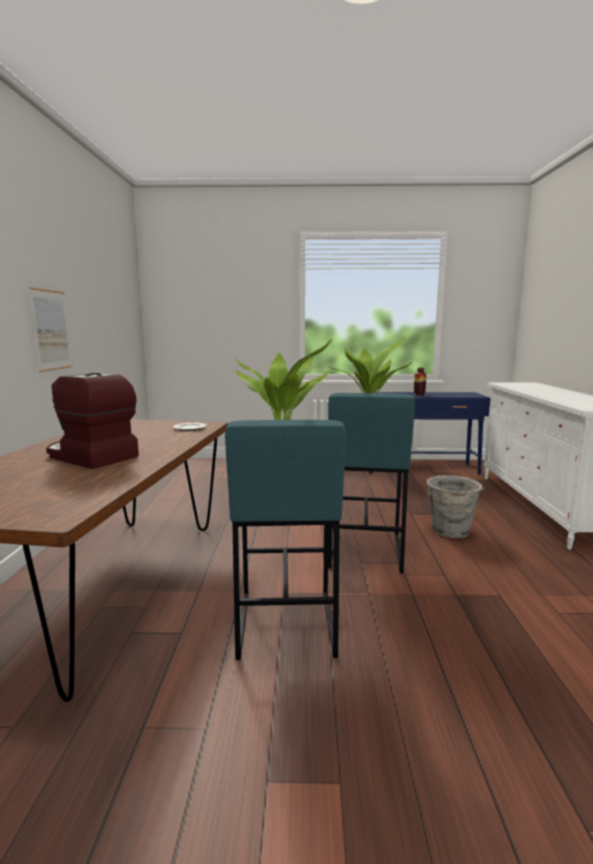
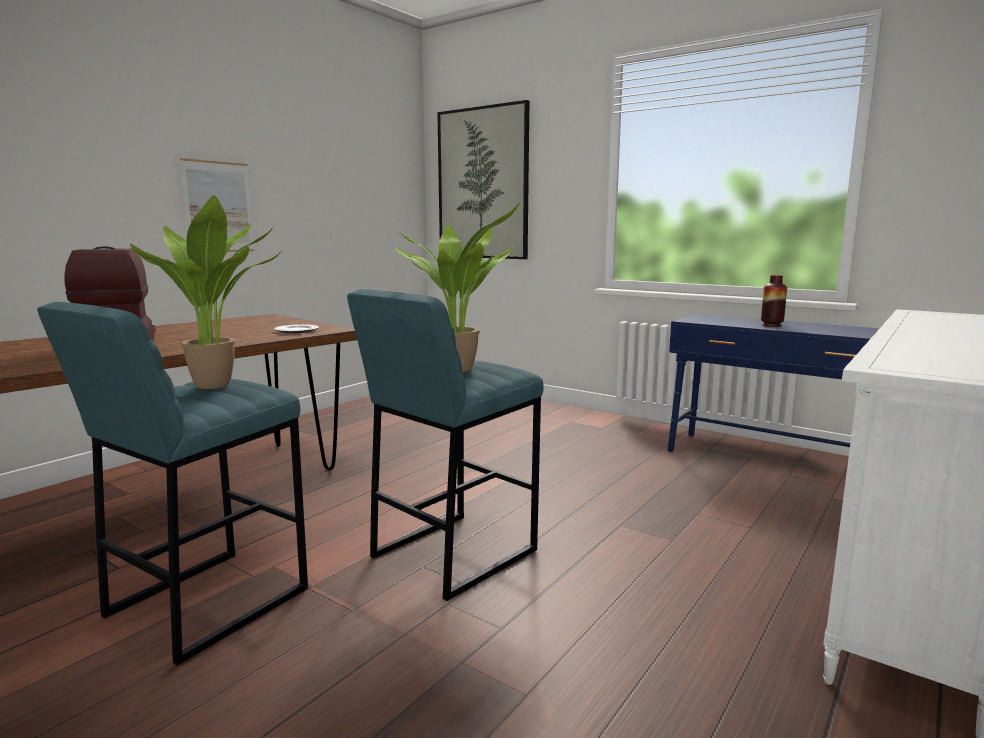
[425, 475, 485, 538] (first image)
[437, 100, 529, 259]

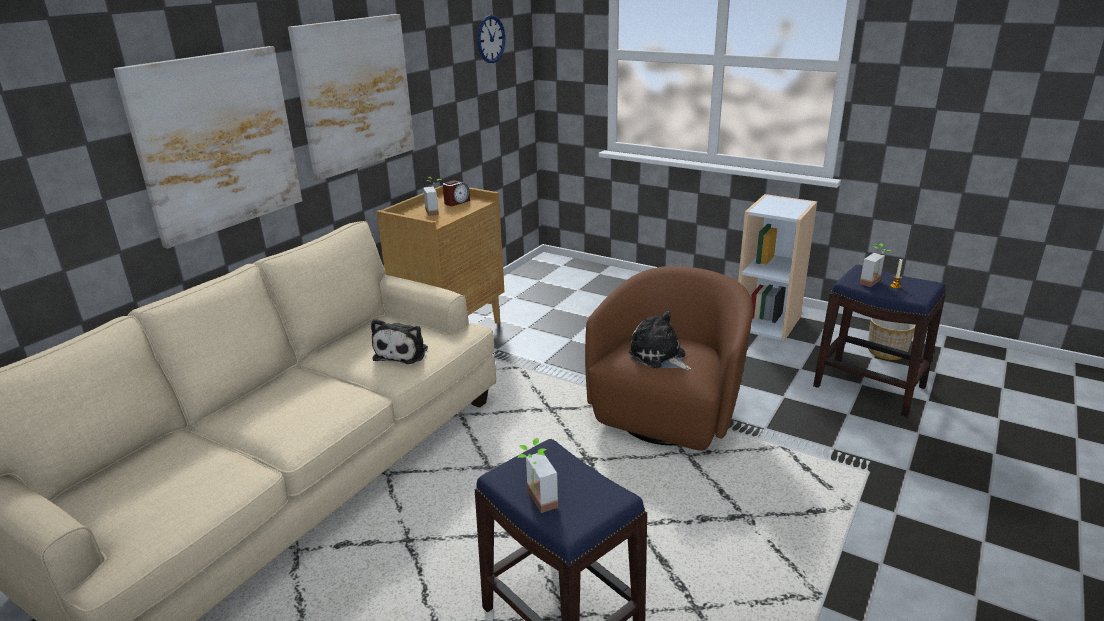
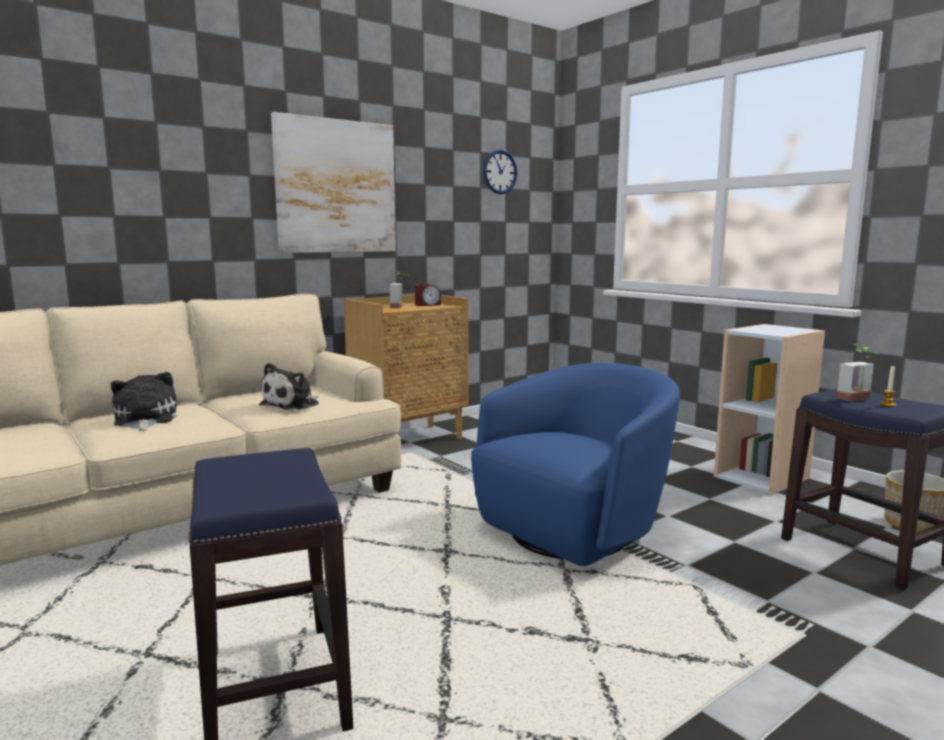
[113, 46, 302, 249] (first image)
[471, 363, 680, 566]
[111, 372, 177, 431]
[517, 438, 558, 513] (first image)

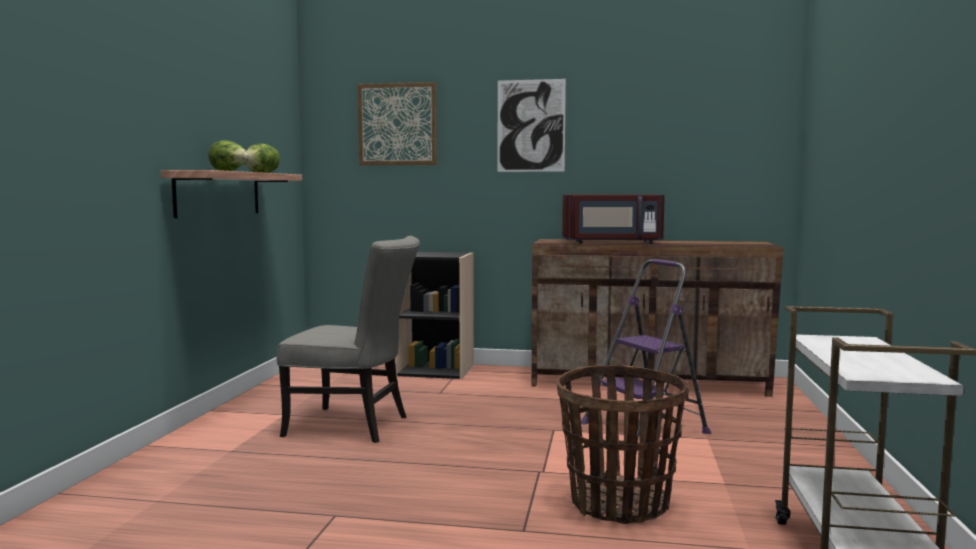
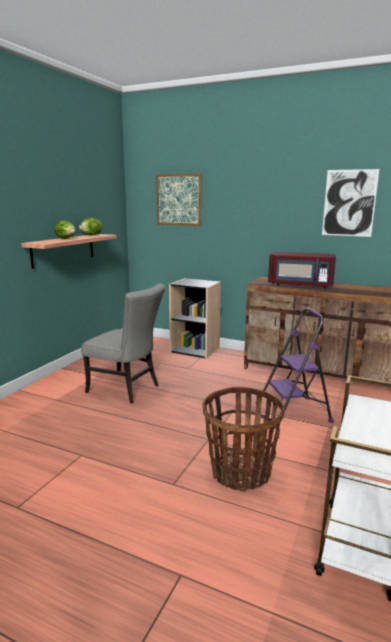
[322, 169, 379, 237]

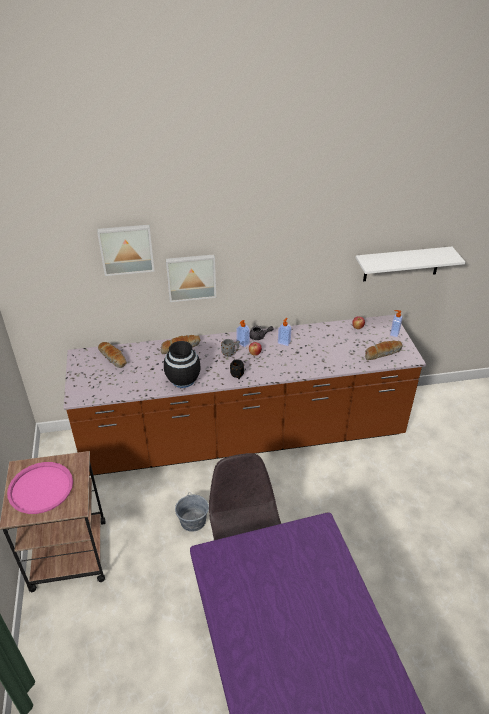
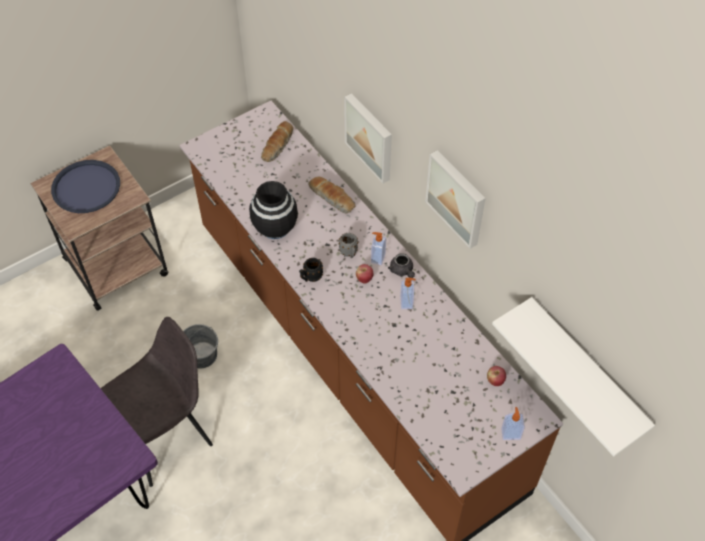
[425, 150, 486, 249]
[365, 341, 402, 360] (first image)
[51, 160, 120, 213]

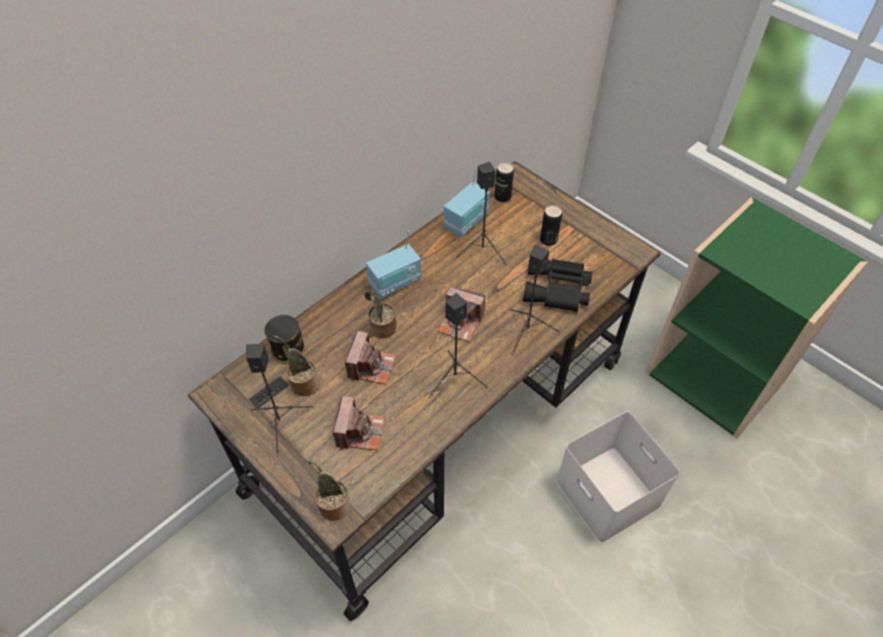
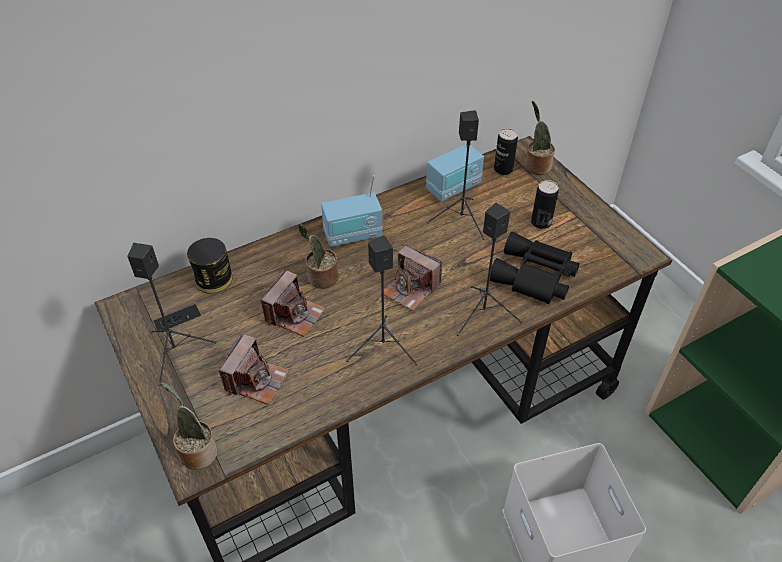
[525, 101, 555, 175]

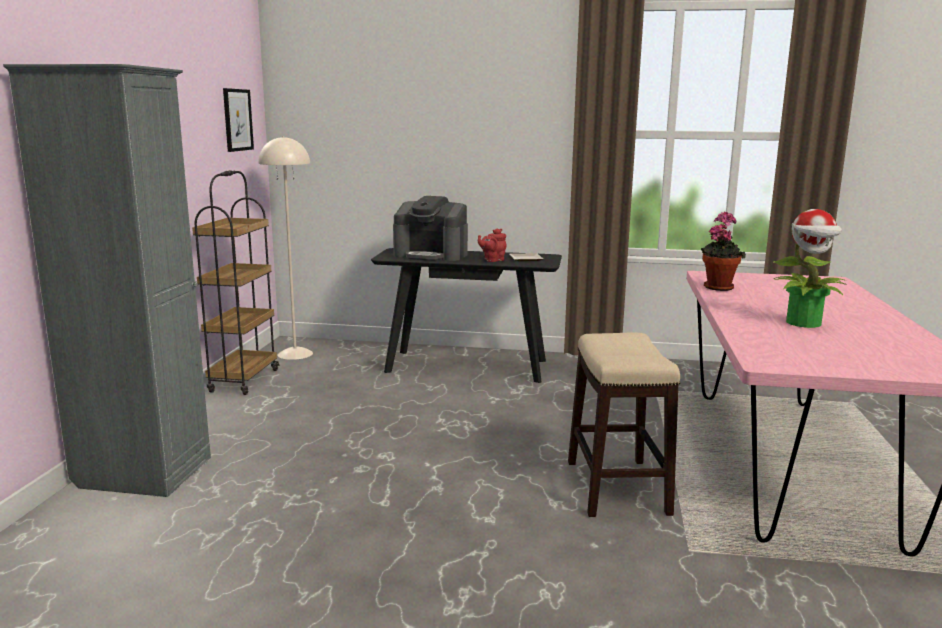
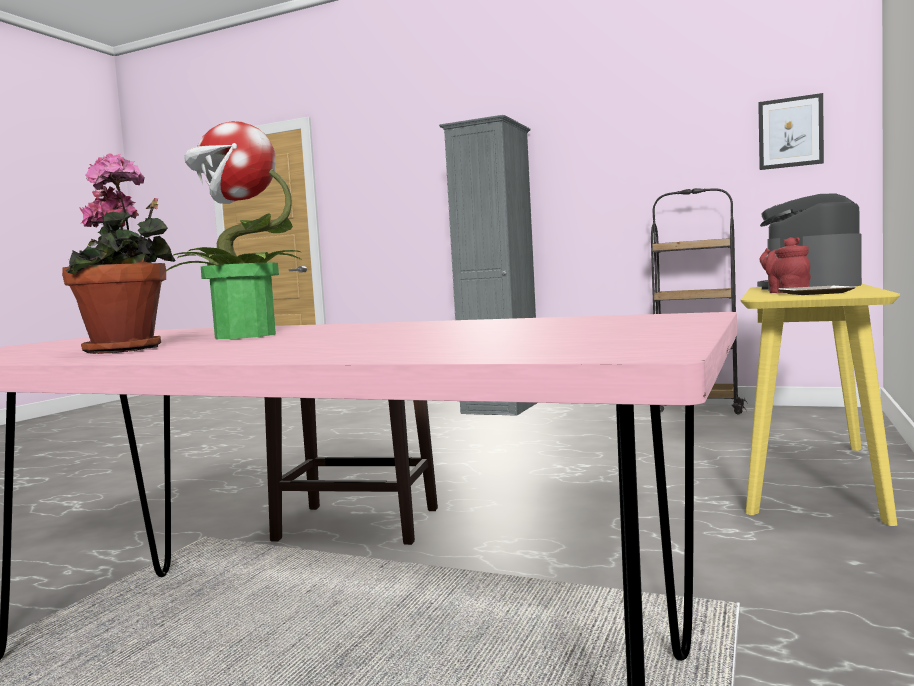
[258, 136, 313, 360] (first image)
[62, 153, 176, 354]
[741, 284, 900, 526]

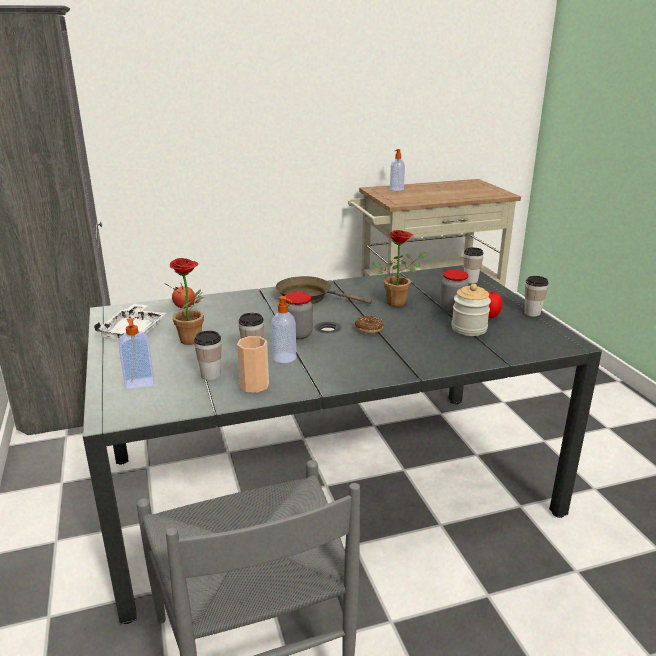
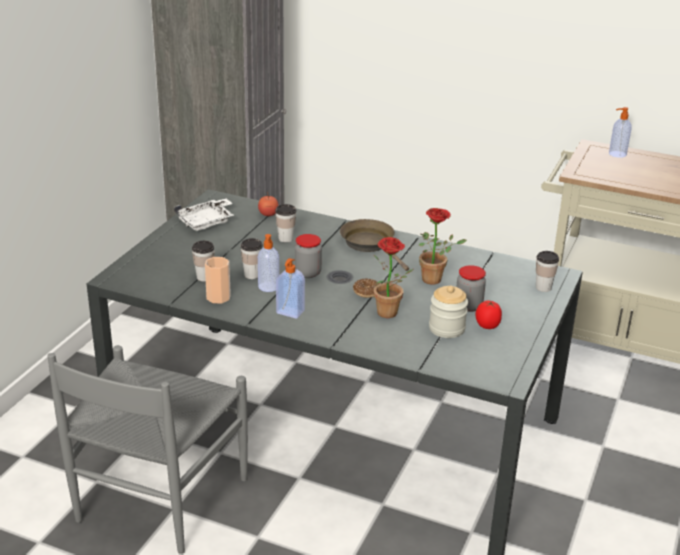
[373, 237, 413, 318]
[275, 204, 296, 242]
[276, 258, 305, 319]

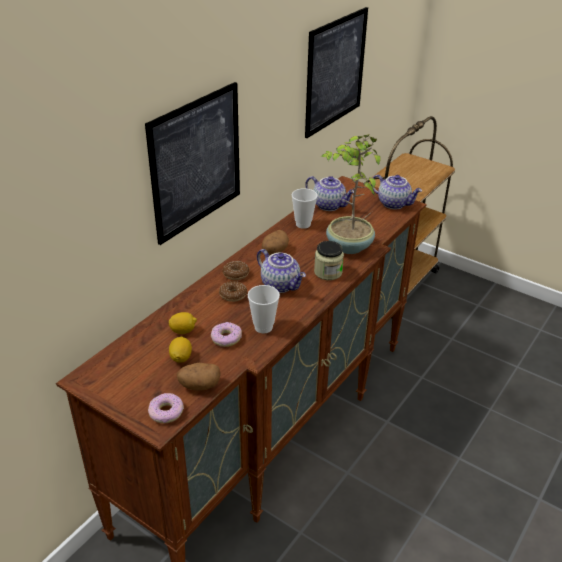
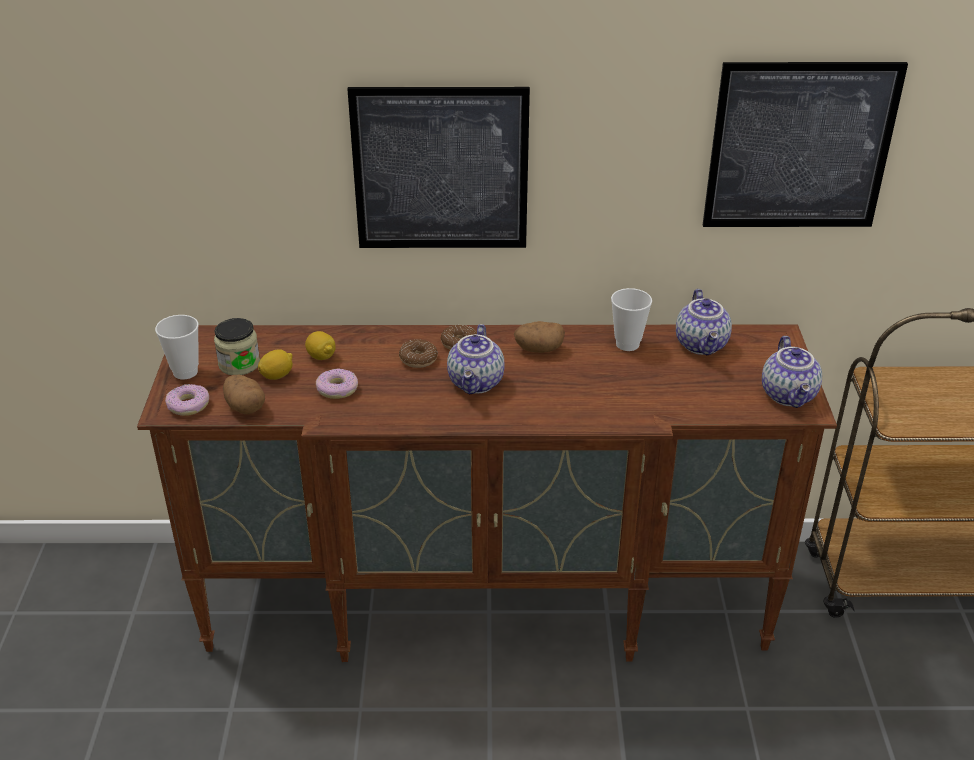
[322, 134, 381, 254] (first image)
[214, 318, 260, 375]
[155, 315, 199, 379]

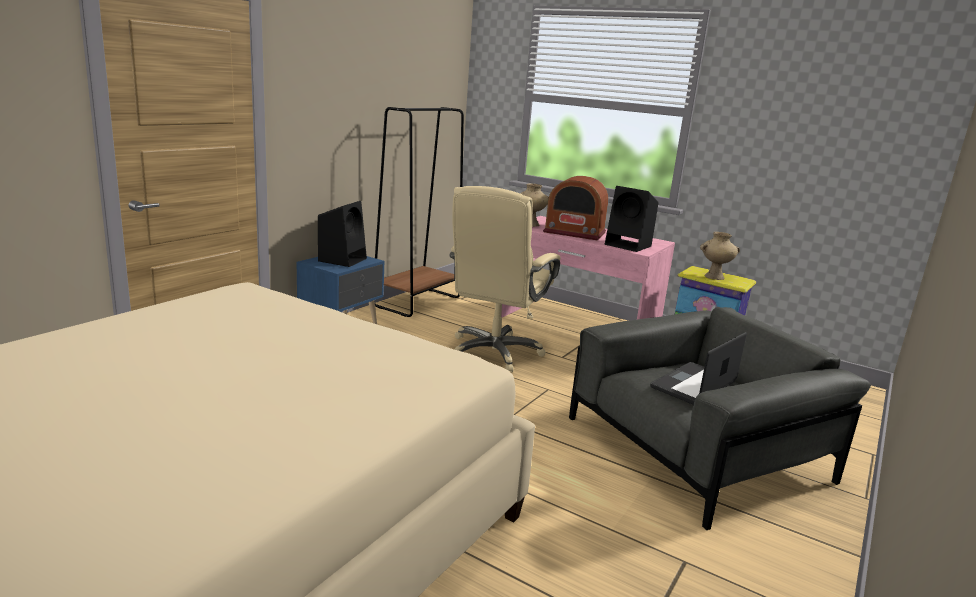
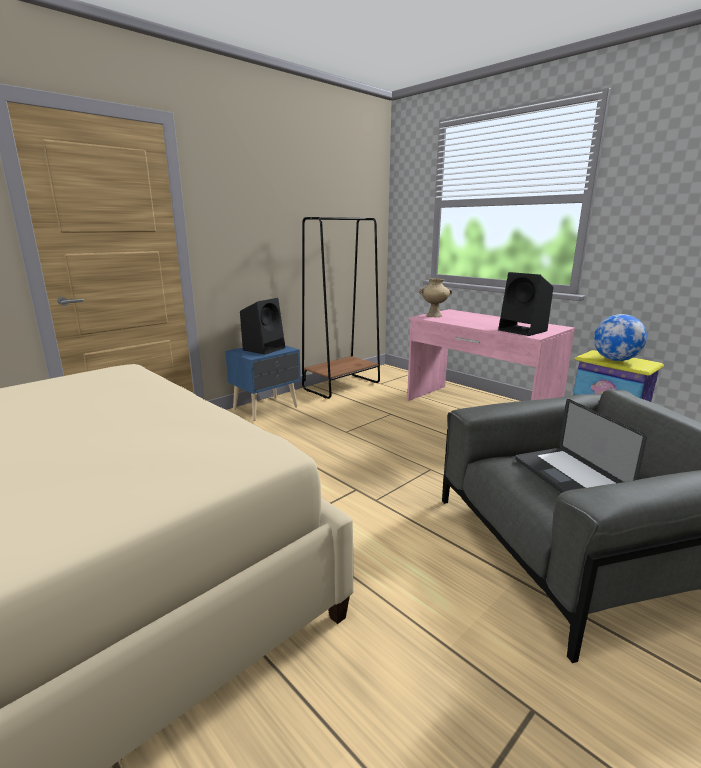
[543, 176, 608, 241] (first image)
[450, 186, 561, 372] (first image)
[594, 314, 647, 361]
[515, 399, 647, 493]

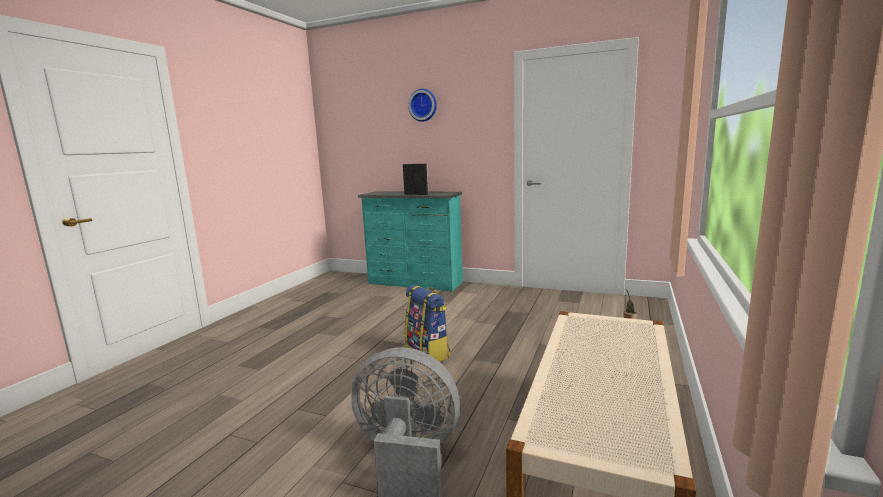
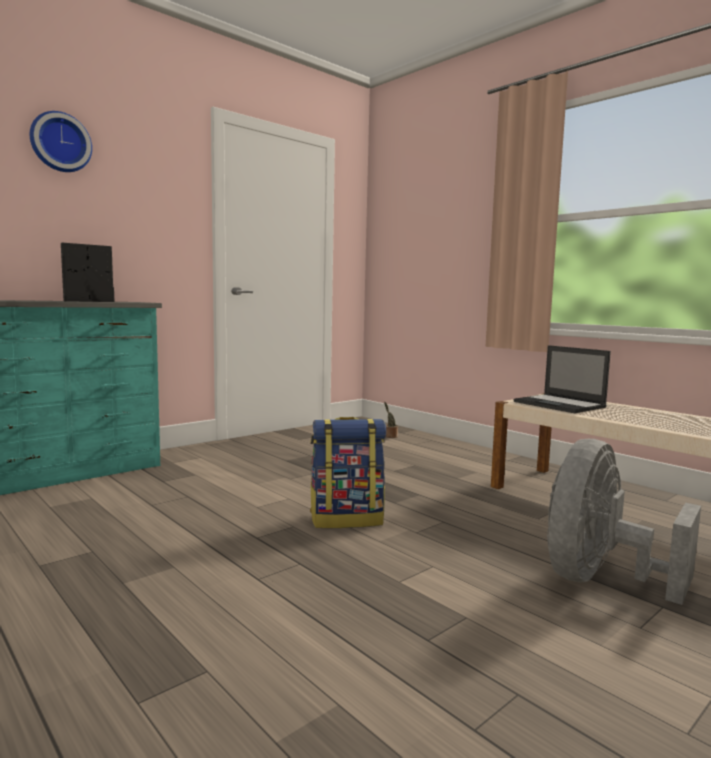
[514, 345, 611, 413]

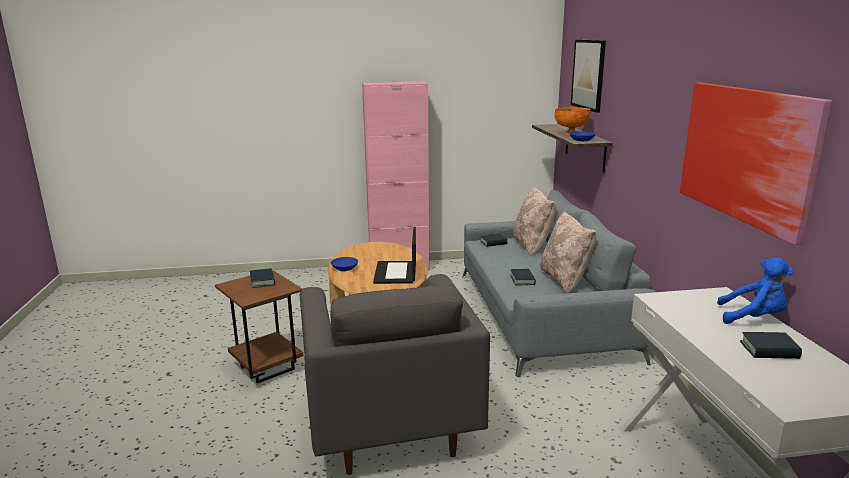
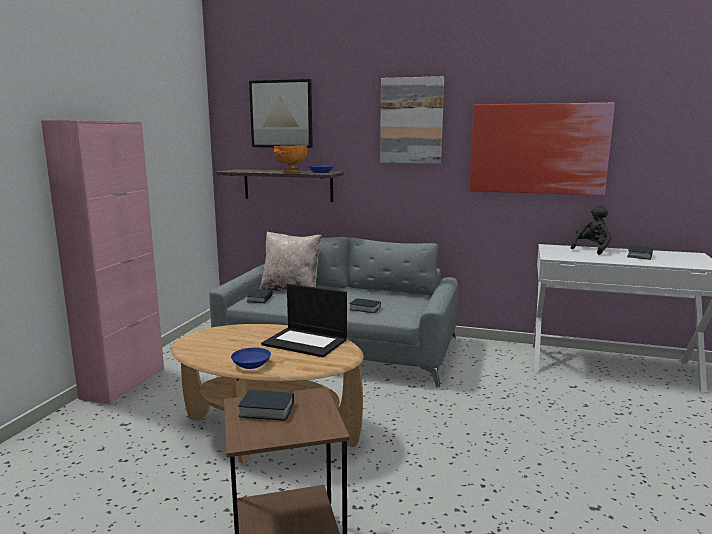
[540, 212, 596, 293] (first image)
[571, 205, 611, 255]
[300, 274, 490, 475] (first image)
[380, 76, 444, 164]

